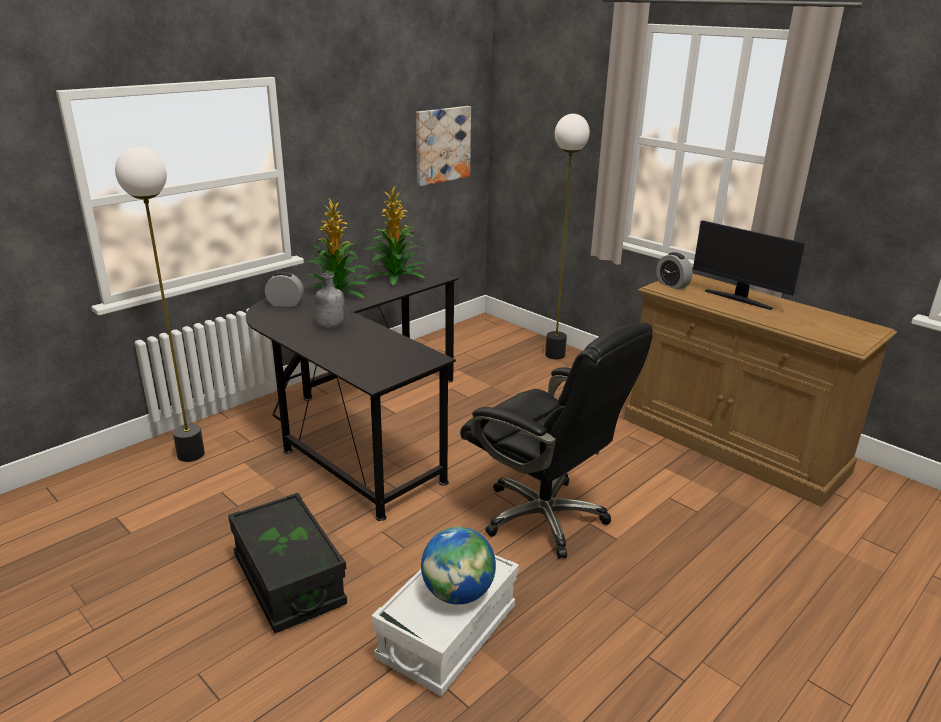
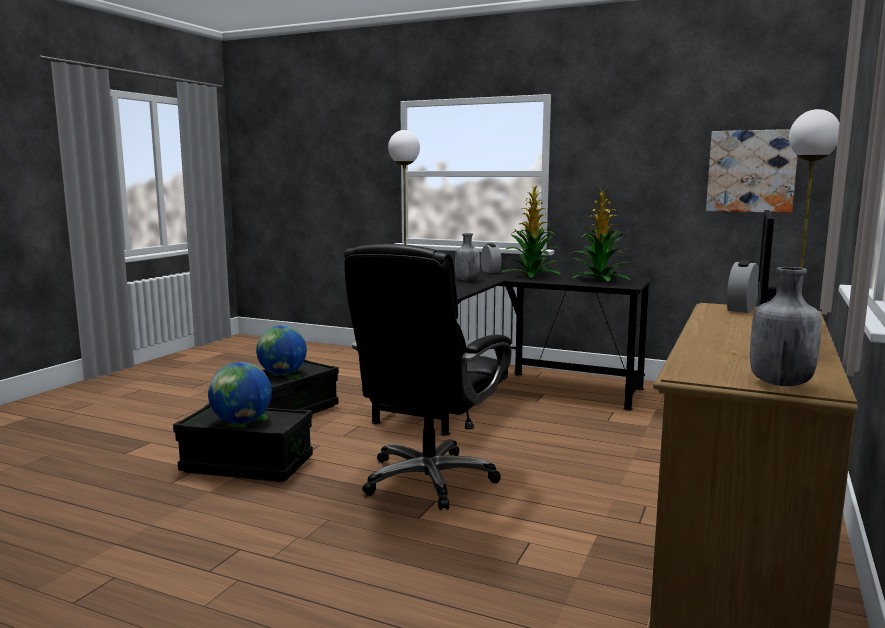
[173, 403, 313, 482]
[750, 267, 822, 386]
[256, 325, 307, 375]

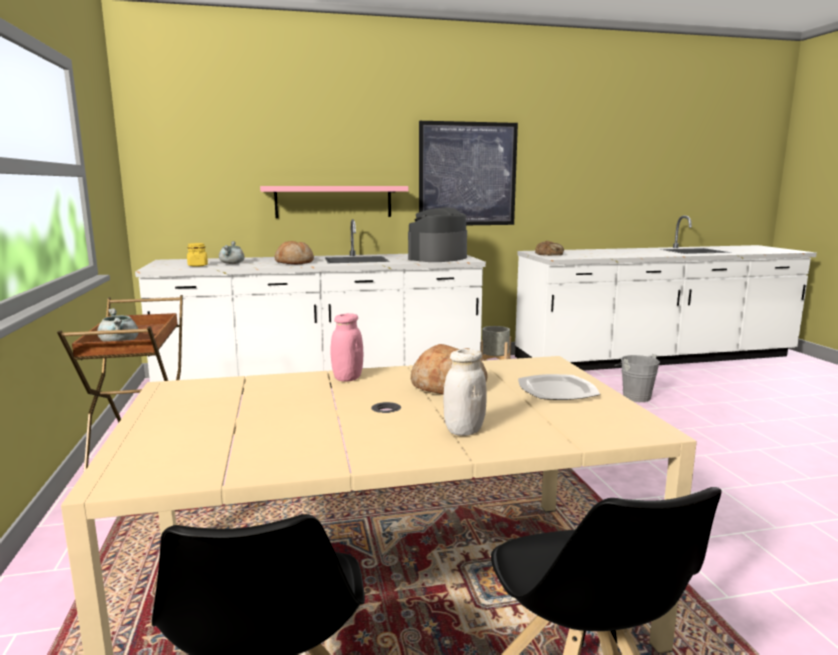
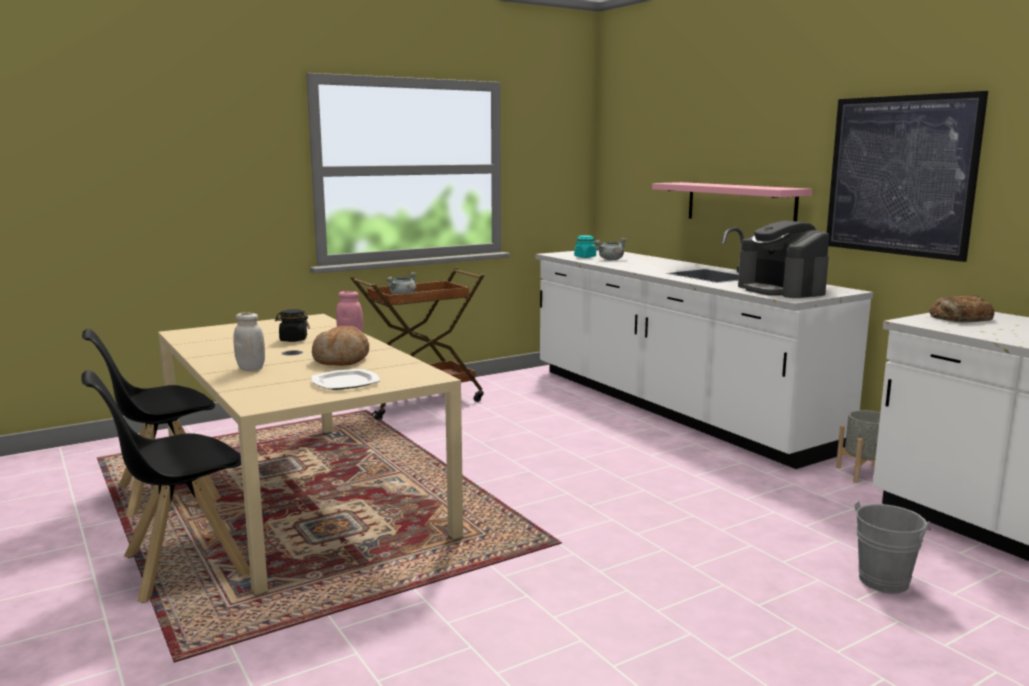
[738, 221, 829, 298]
[274, 241, 314, 264] (first image)
[574, 235, 596, 258]
[275, 309, 310, 342]

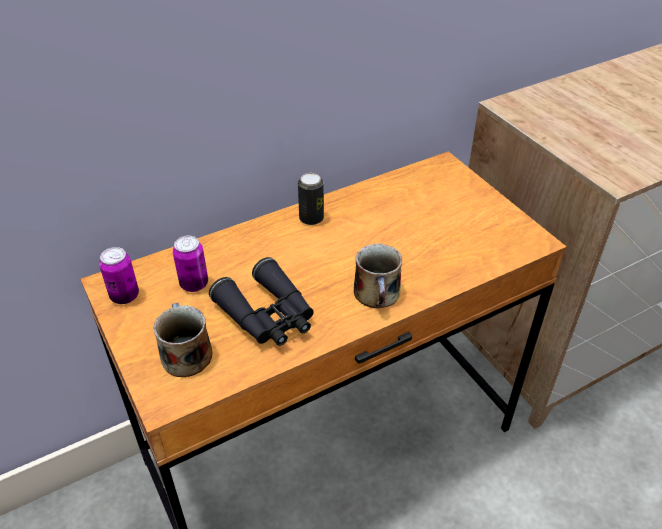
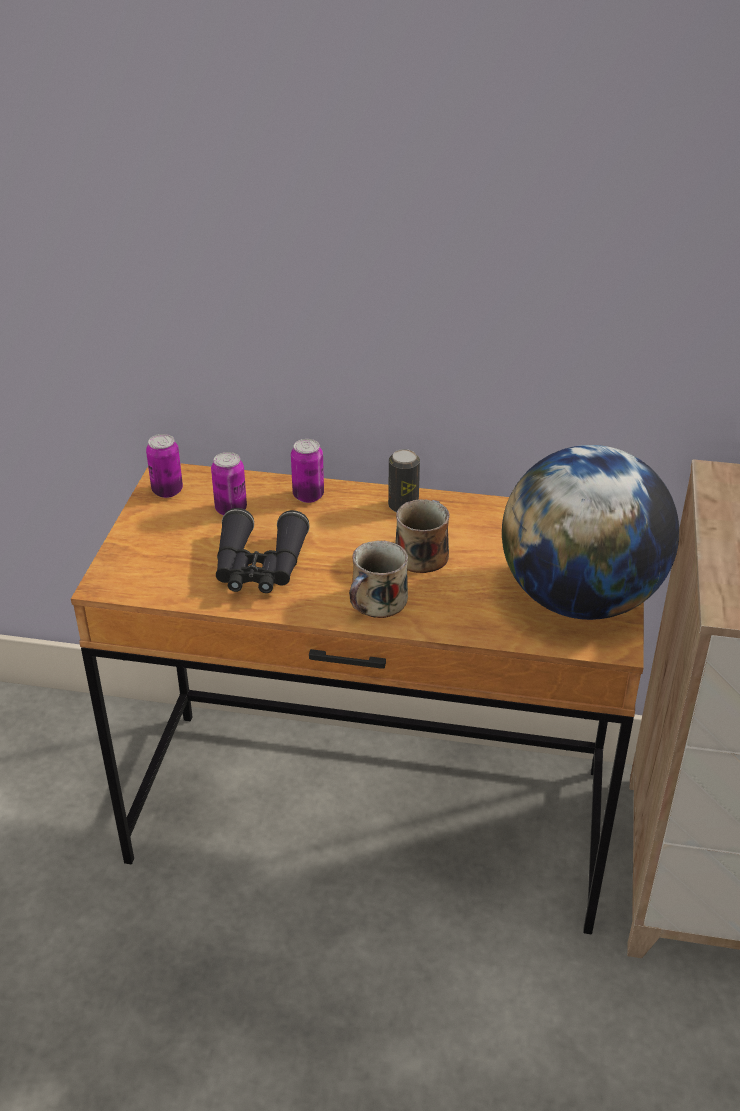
[395, 500, 450, 573]
[291, 439, 324, 503]
[502, 445, 679, 620]

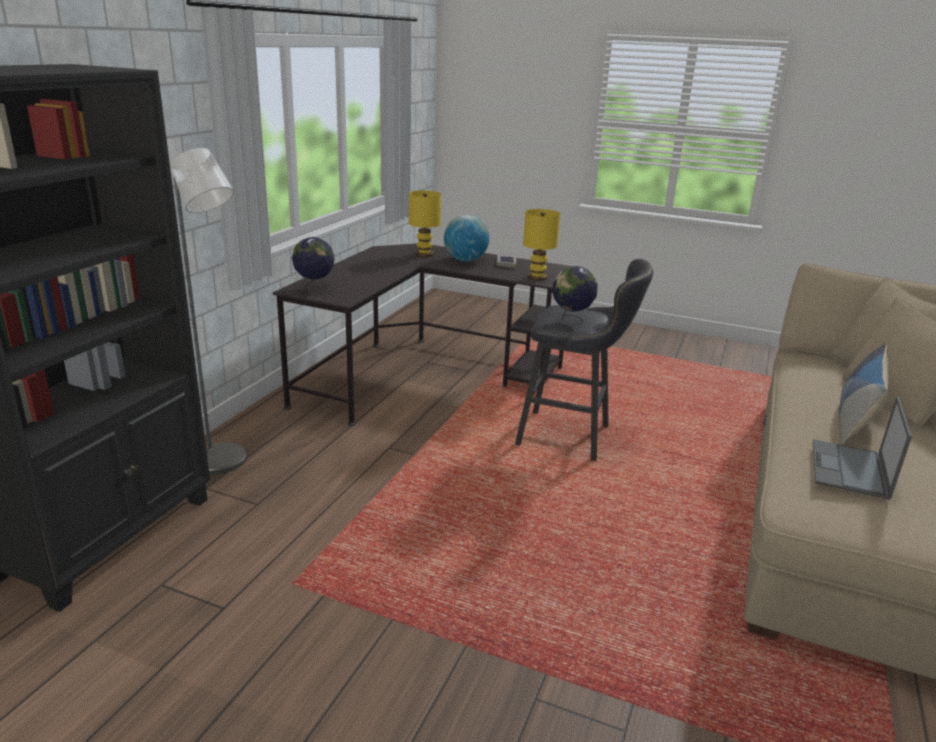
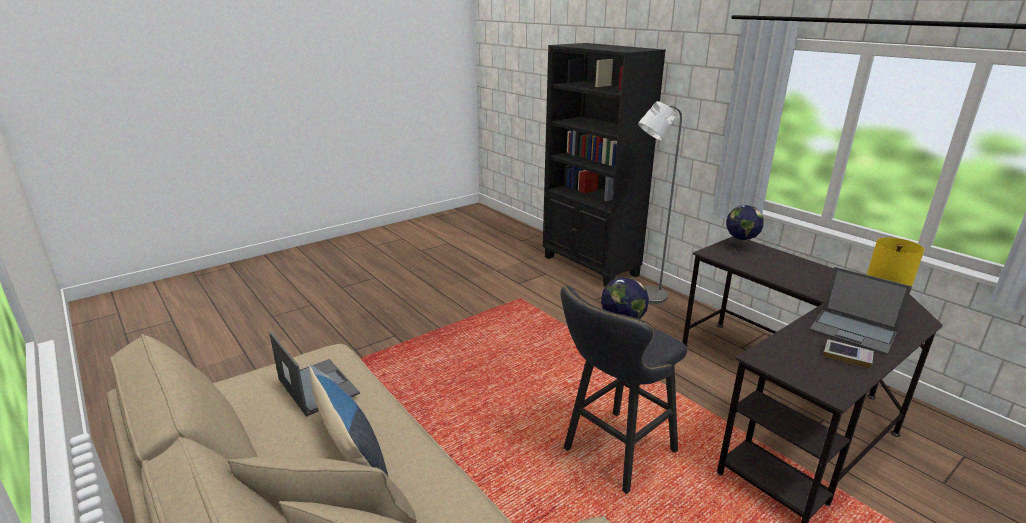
[523, 209, 560, 281] (first image)
[810, 267, 912, 355]

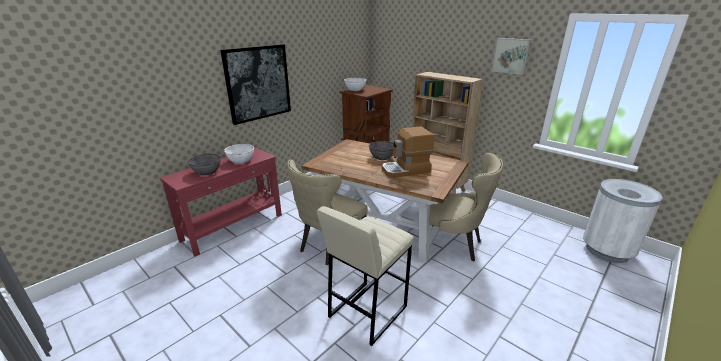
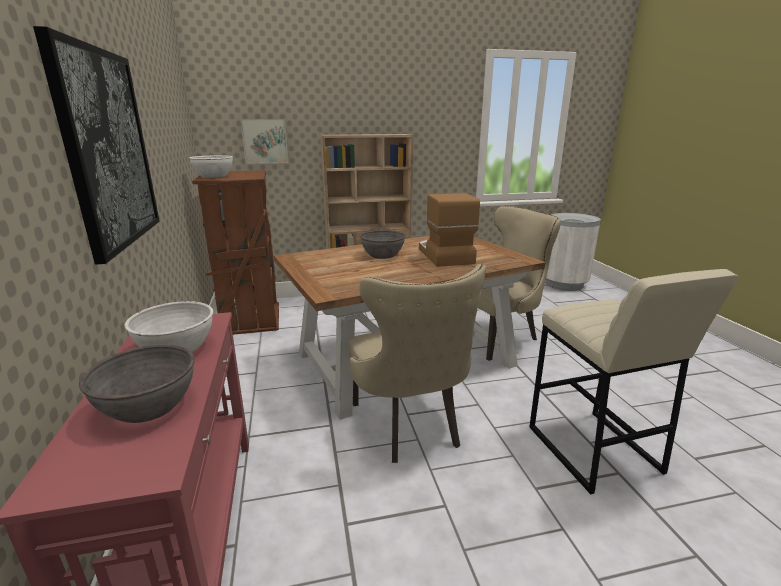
[241, 119, 288, 164]
[419, 193, 480, 267]

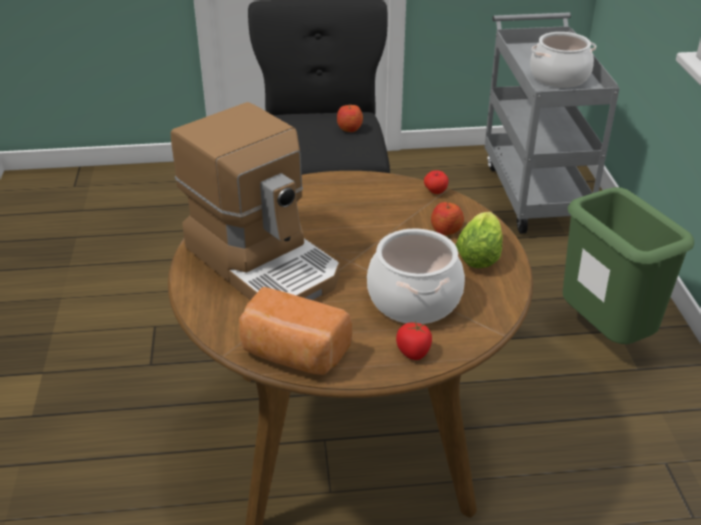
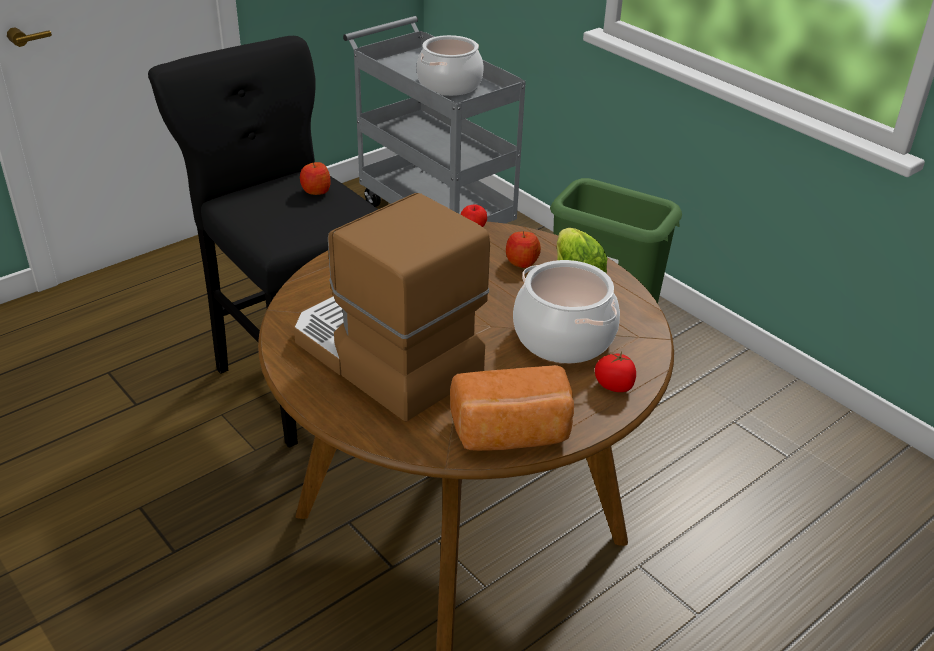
[294, 193, 490, 422]

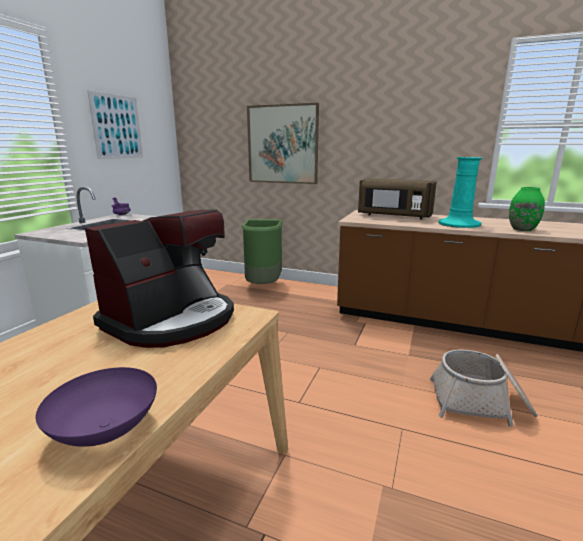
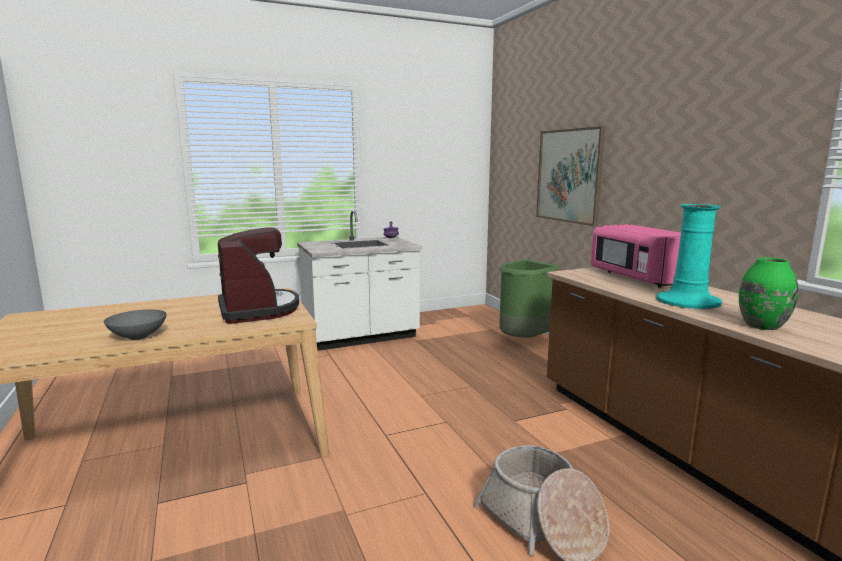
[87, 90, 143, 159] (first image)
[591, 224, 681, 288]
[218, 227, 299, 324]
[104, 309, 167, 340]

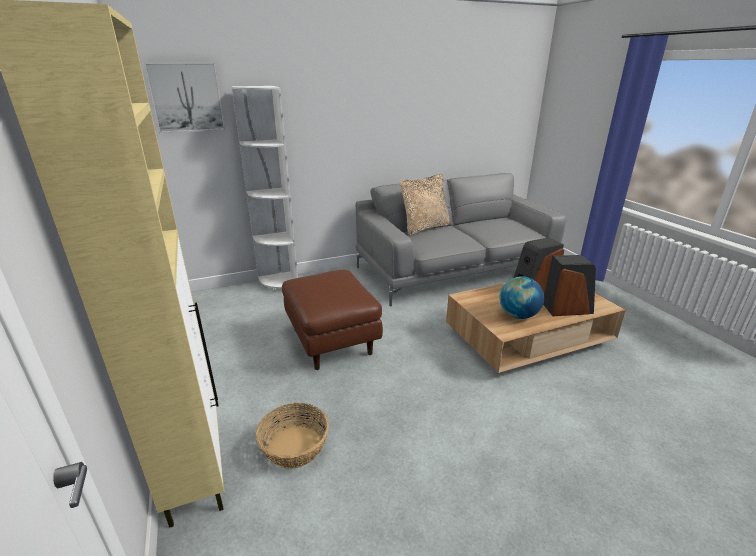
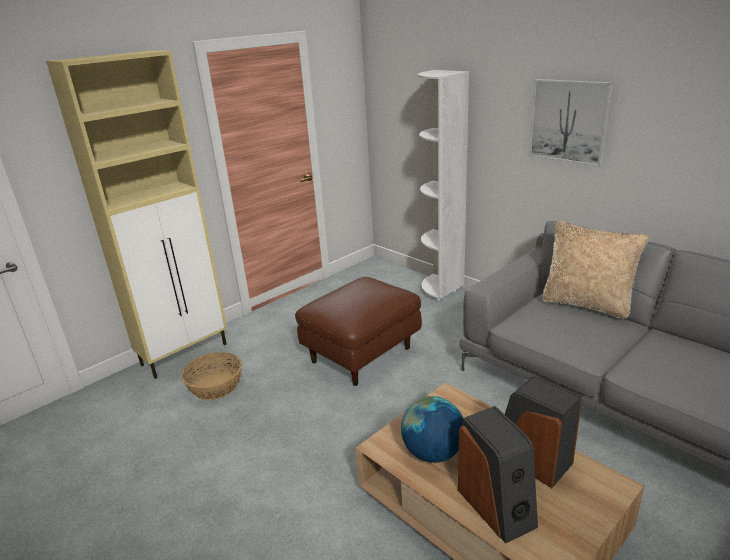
[529, 79, 613, 166]

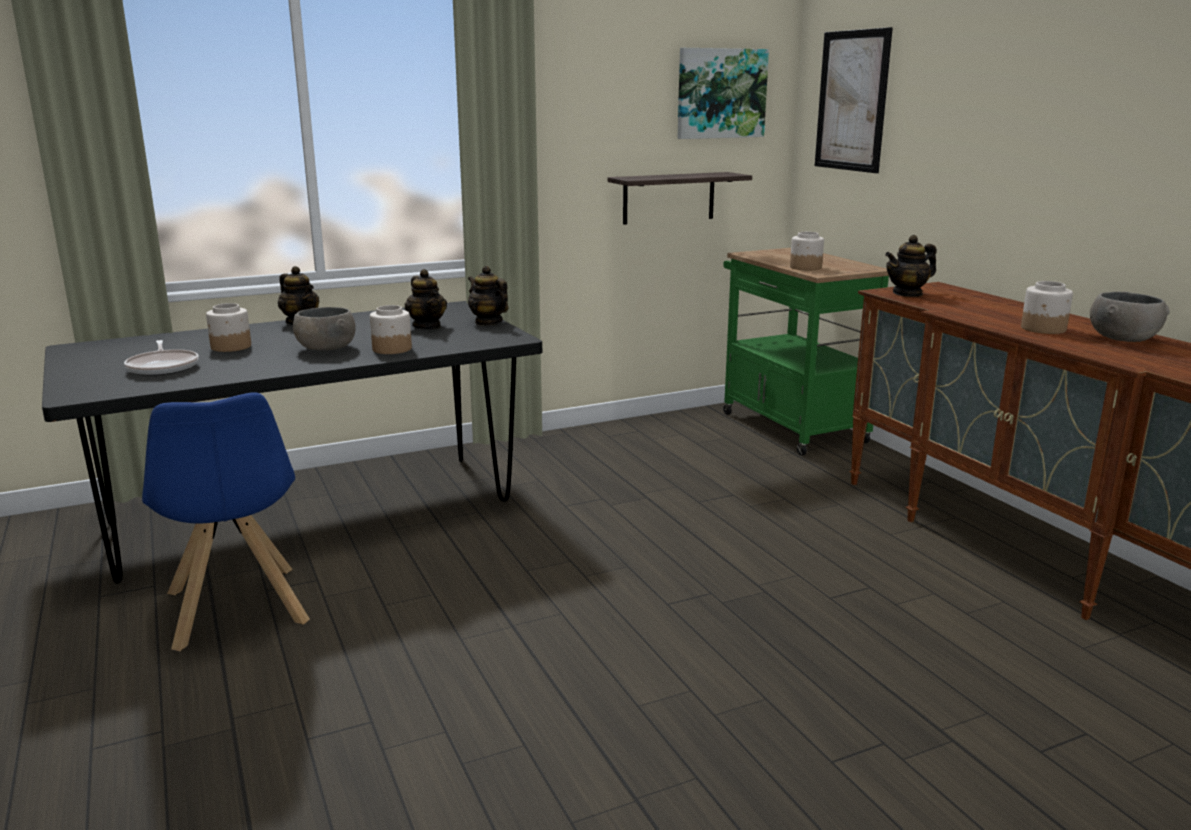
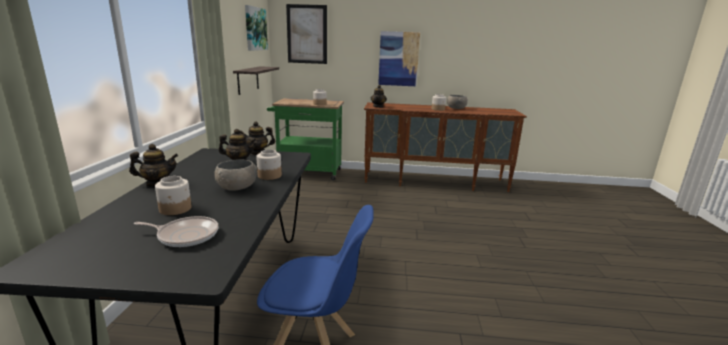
[378, 31, 420, 86]

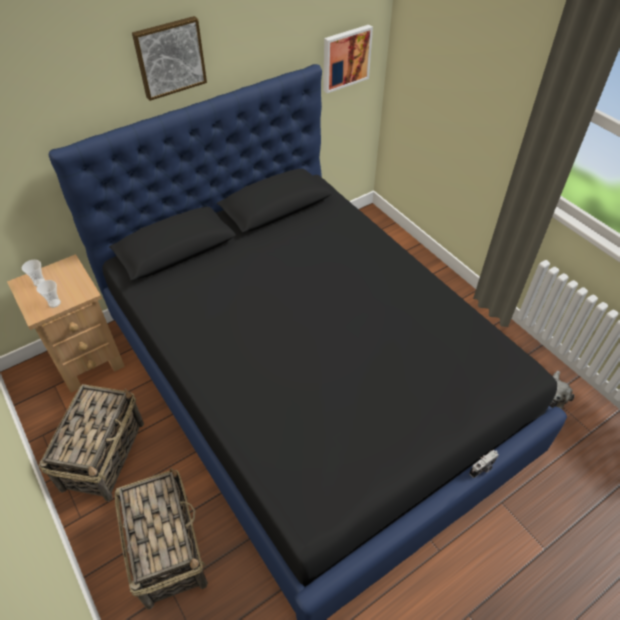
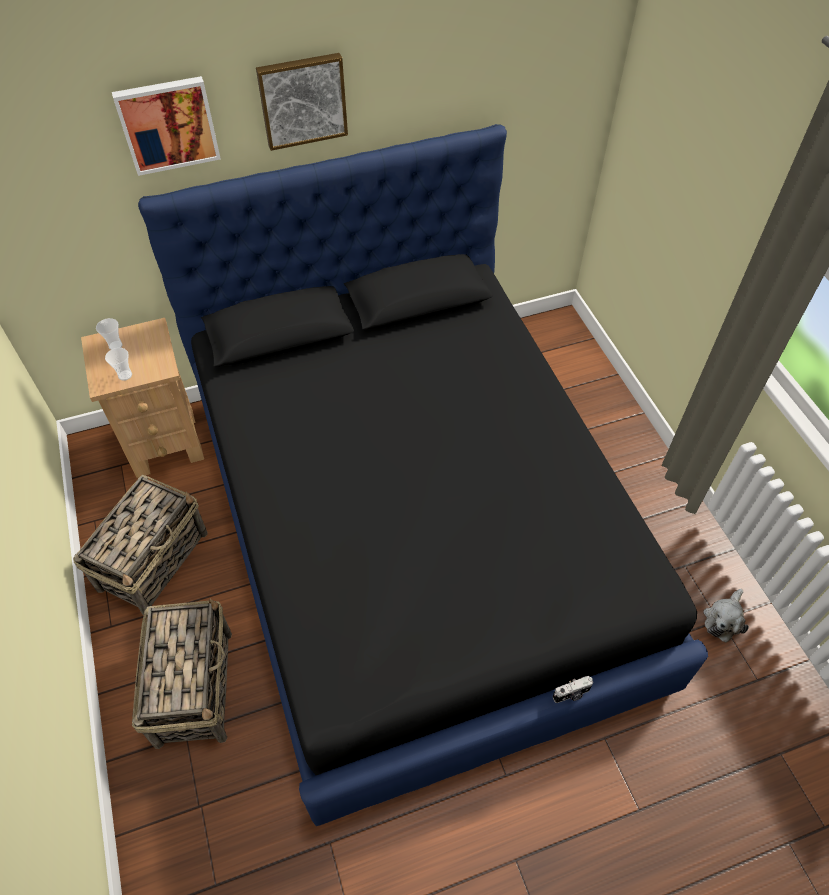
[112, 76, 221, 176]

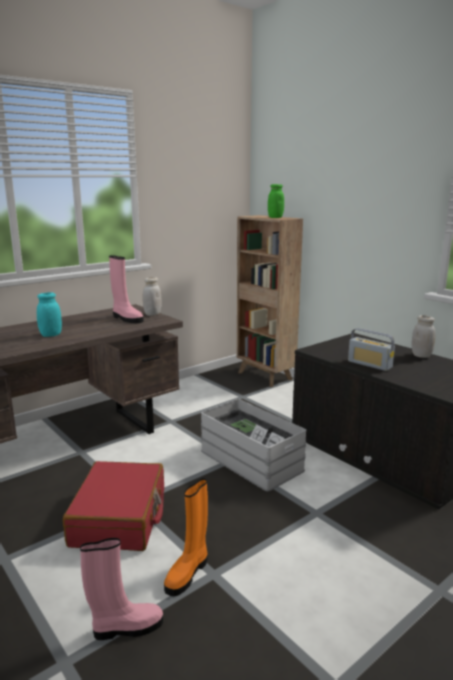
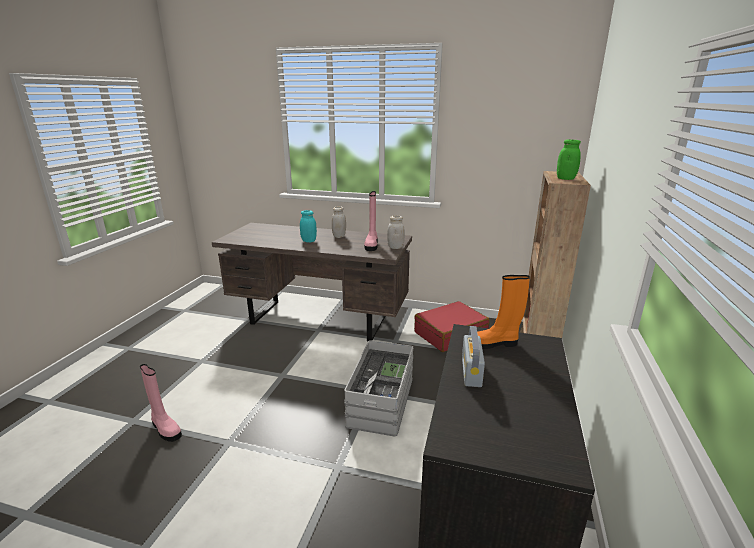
[332, 206, 346, 238]
[414, 301, 489, 352]
[477, 275, 530, 349]

